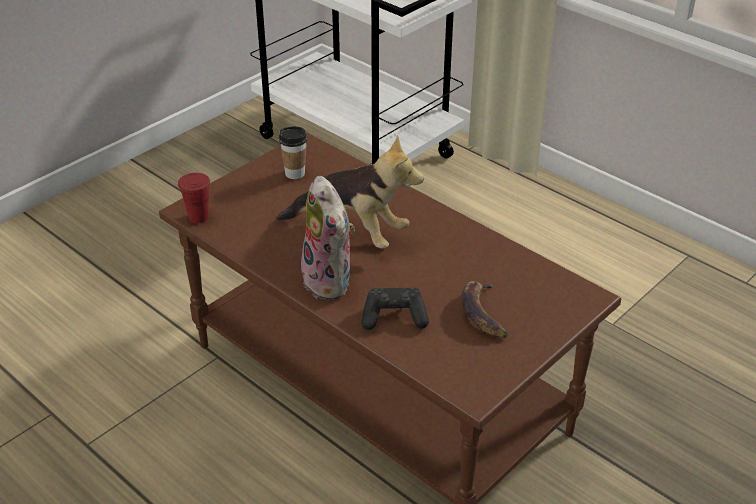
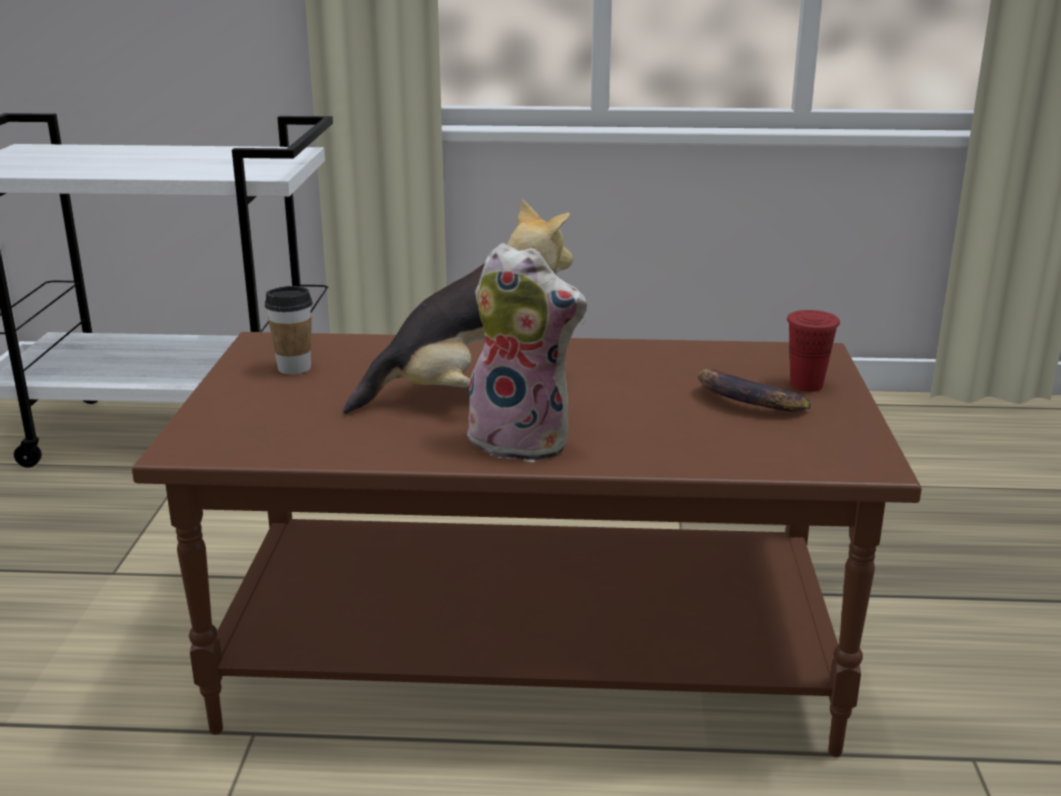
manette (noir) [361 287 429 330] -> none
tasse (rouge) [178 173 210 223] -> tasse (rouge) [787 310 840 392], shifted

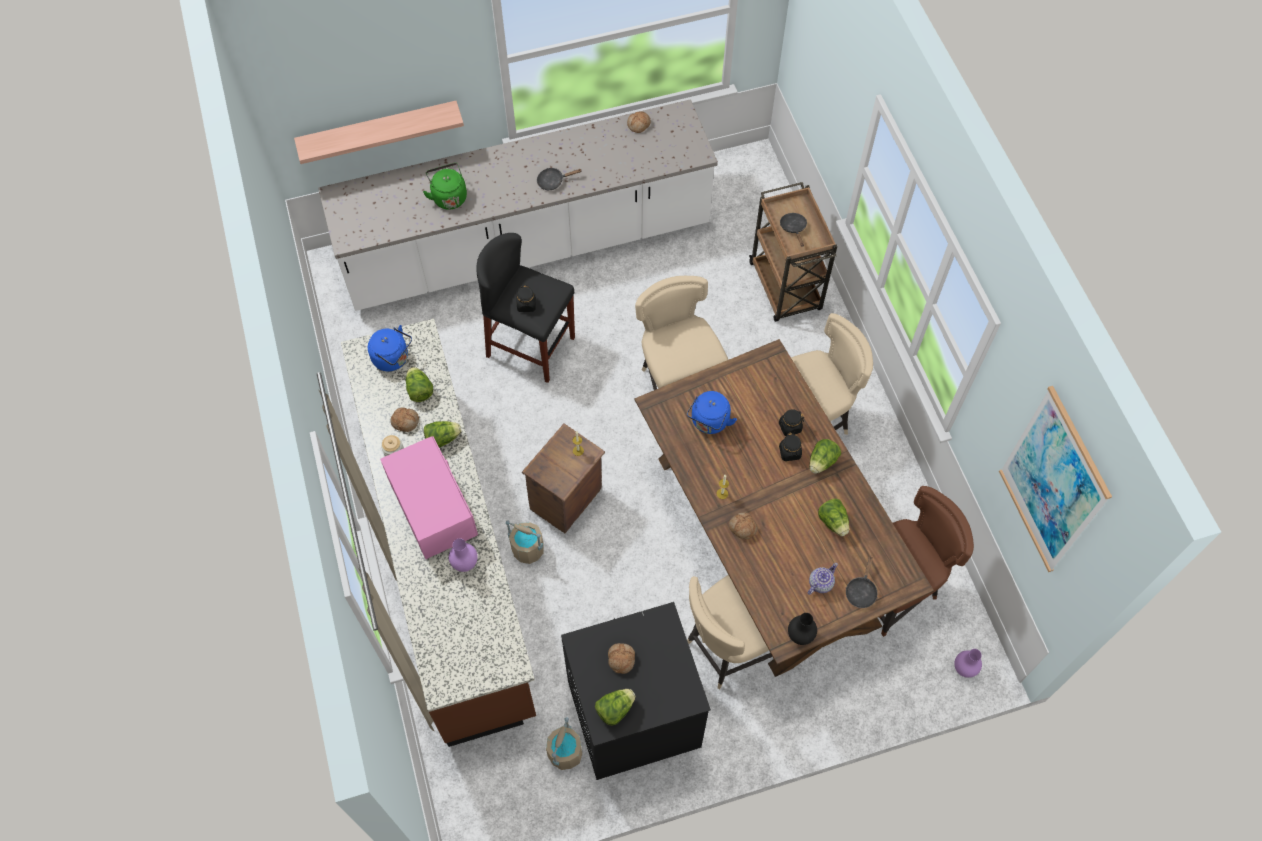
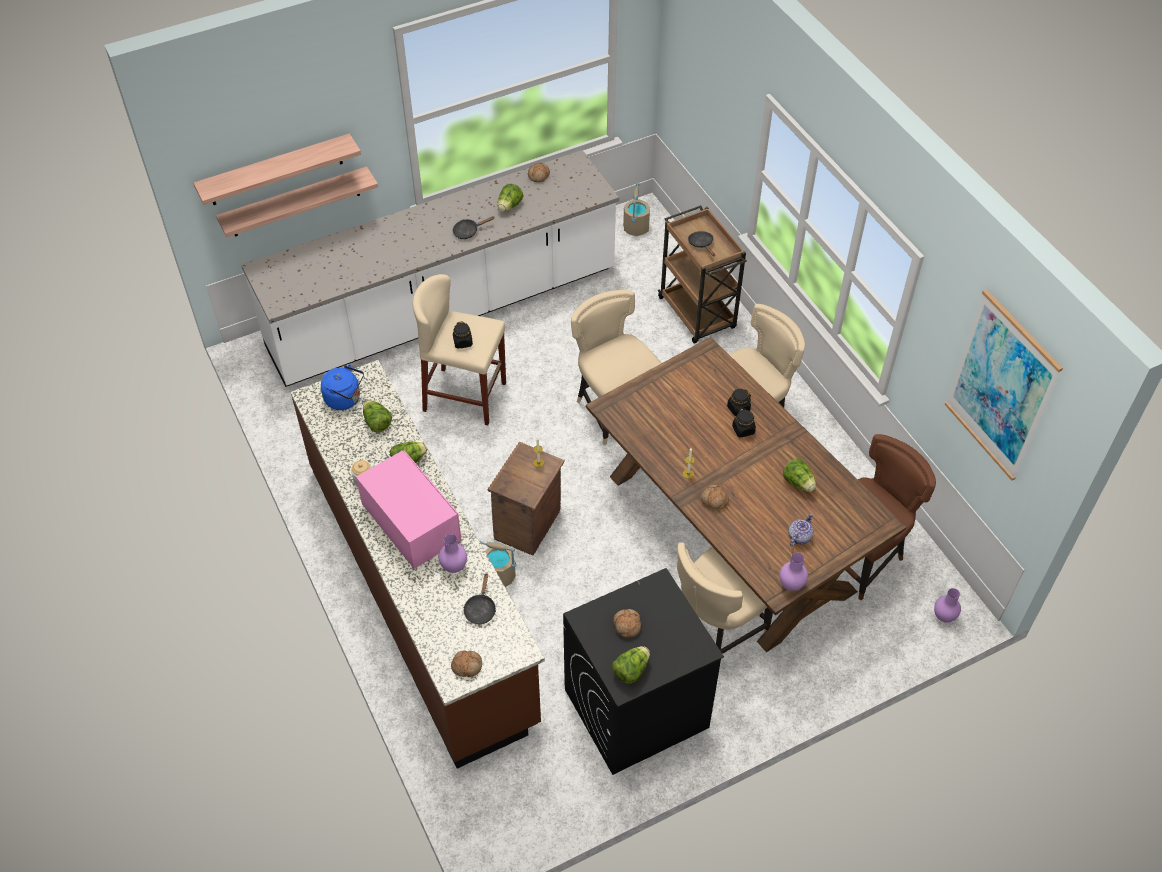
bouilloire (vert) [423 163 467 210] -> none
bouilloire (bleu) [687 391 737 434] -> none
none -> étagère [193 133 361 205]
pain [390 408 419 432] -> pain [451 650 482 677], shifted
seau (beige) [546 717 582 770] -> seau (beige) [623 182 650 236], shifted
laitue [809 439 841 474] -> laitue [498 184 523 212], shifted
poêle (noir) [846 556 878 608] -> poêle (noir) [463 573 496 625], shifted
tabouret (noir) [476 233 575 383] -> tabouret (beige) [413 274 506 425]
vase (noir) [788 613 817 645] -> vase (violet) [779 553 808 591]

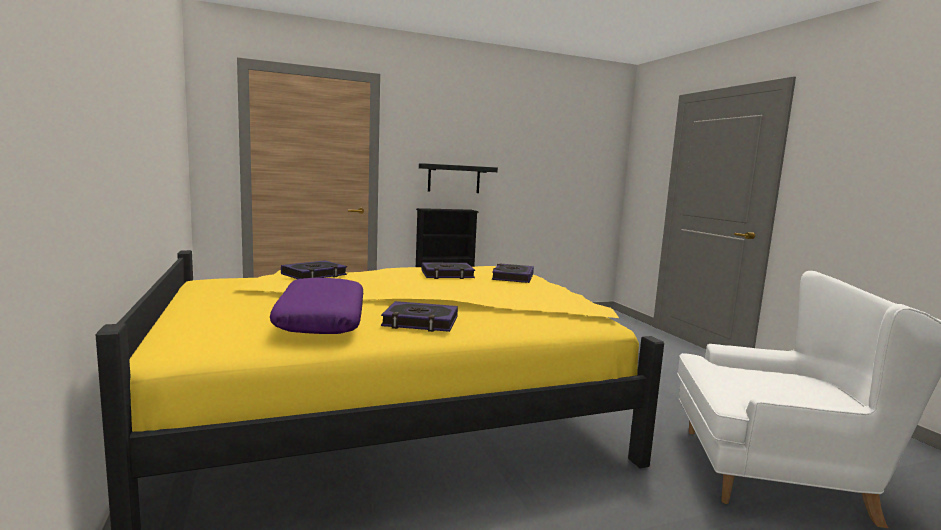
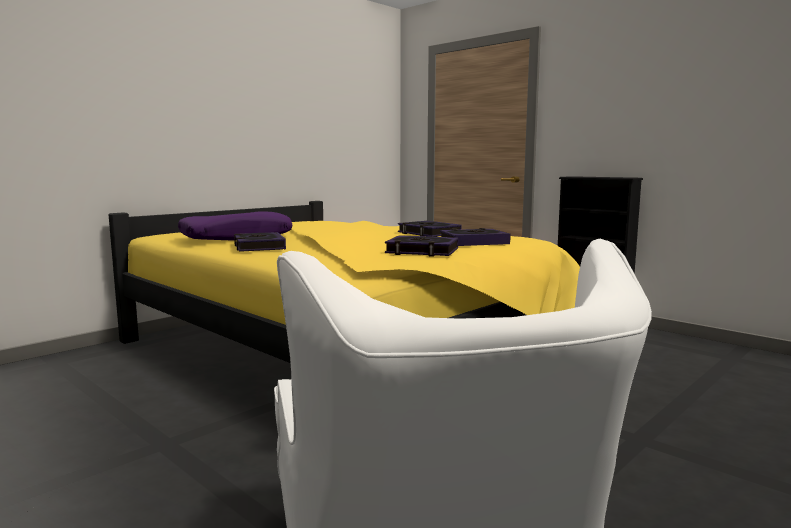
étagère (noir) [419 163 498 193] -> none
livre [281 260 347 279] -> livre [385 235 458 257], shifted

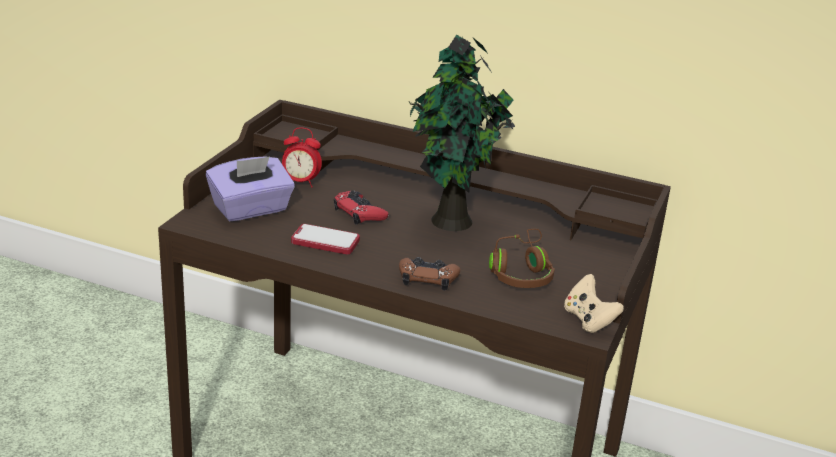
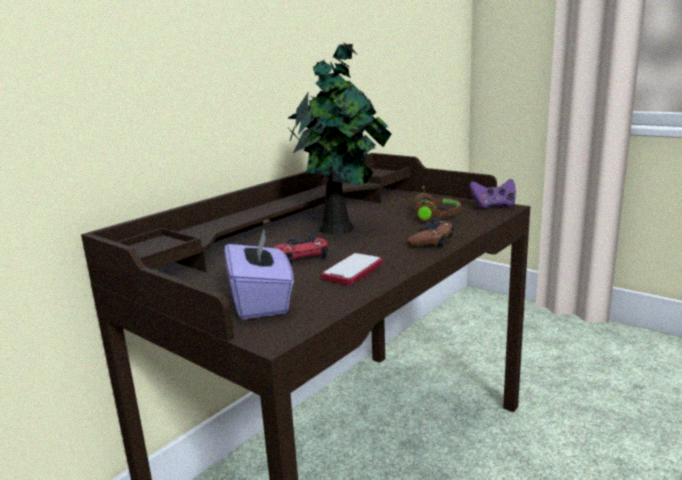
réveil [282 128 322 188] -> none
manette (beige) [564 274 624 333] -> manette (violet) [470 179 516 209]

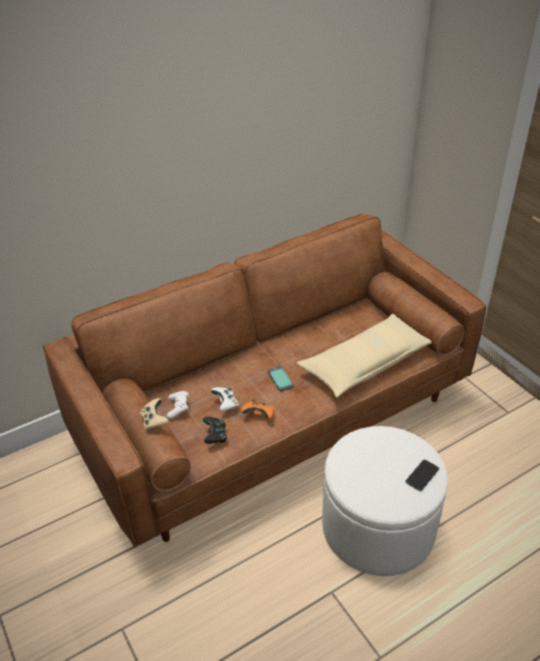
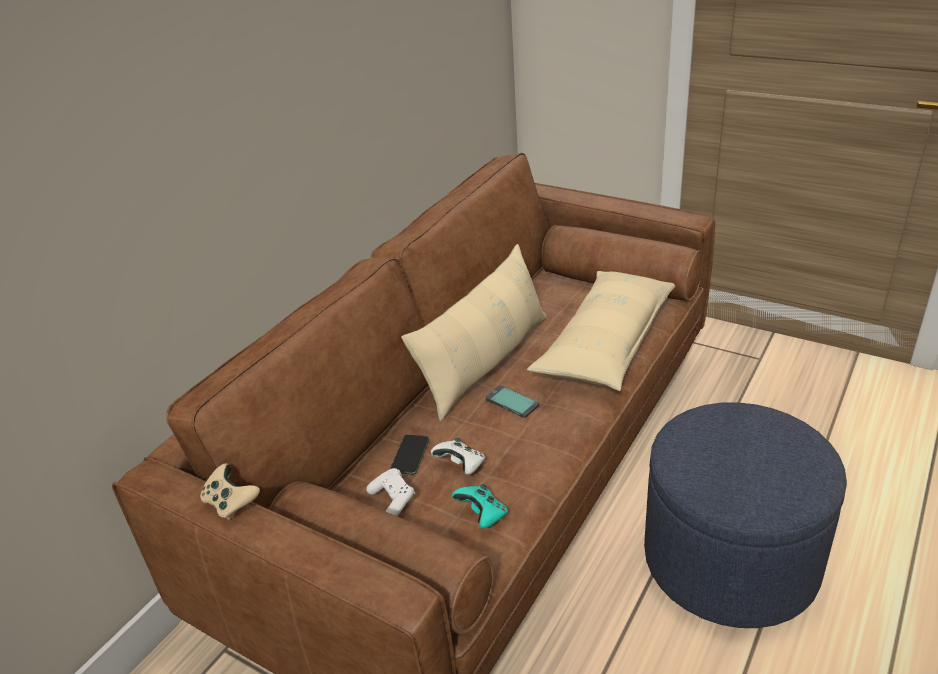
manette (orange) [241 399 274 419] -> none
none -> coussin (beige) [401 244 547 421]
manette (beige) [140 398 169 430] -> manette (beige) [200 463 260 520], shifted
téléphone [405 460 439 491] -> téléphone [390 434 429 475], shifted
manette (noir) [203 417 227 444] -> manette (turquoise) [452 484 508 528]
pouf (blanc) [322 426 448 576] -> pouf (bleu) [644 402 847 628]

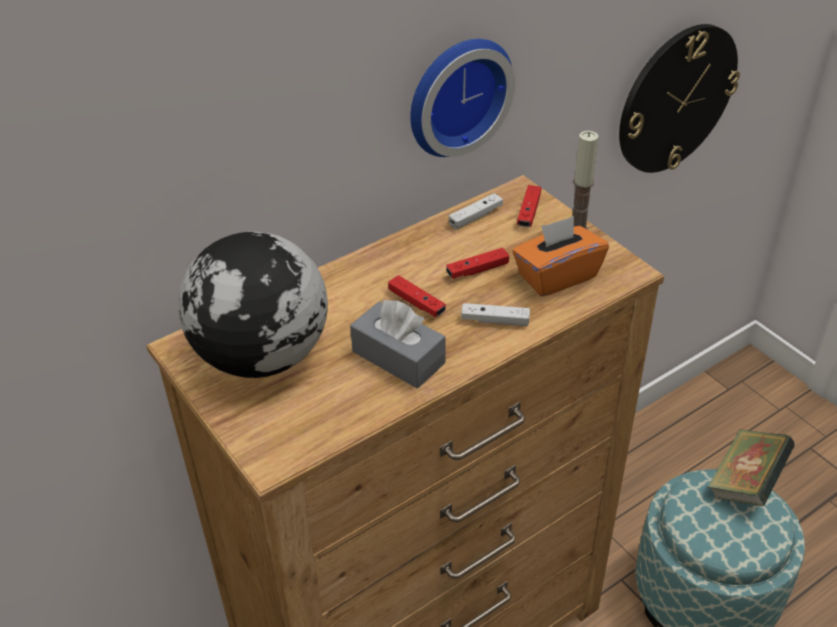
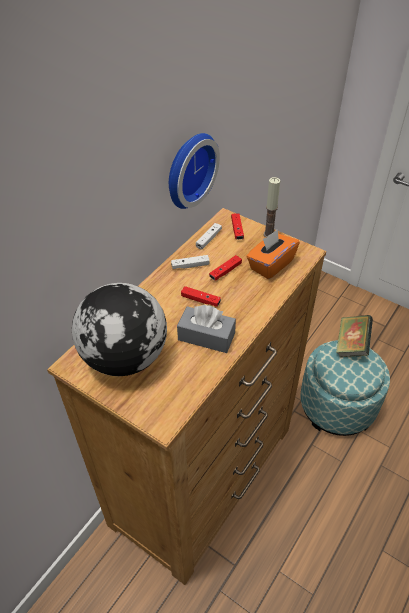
horloge murale [619 24 740 173] -> none
manette (blanc) [461 303 530 326] -> manette (blanc) [171 255 210 269], shifted

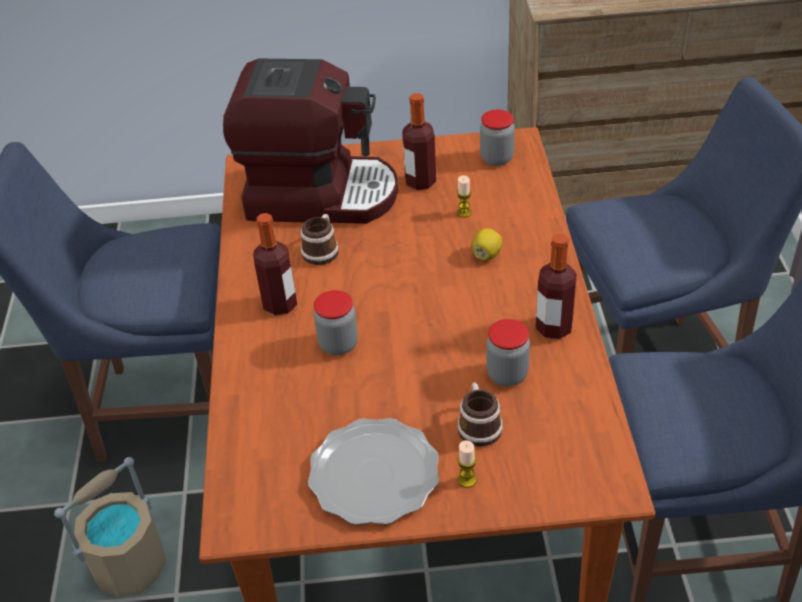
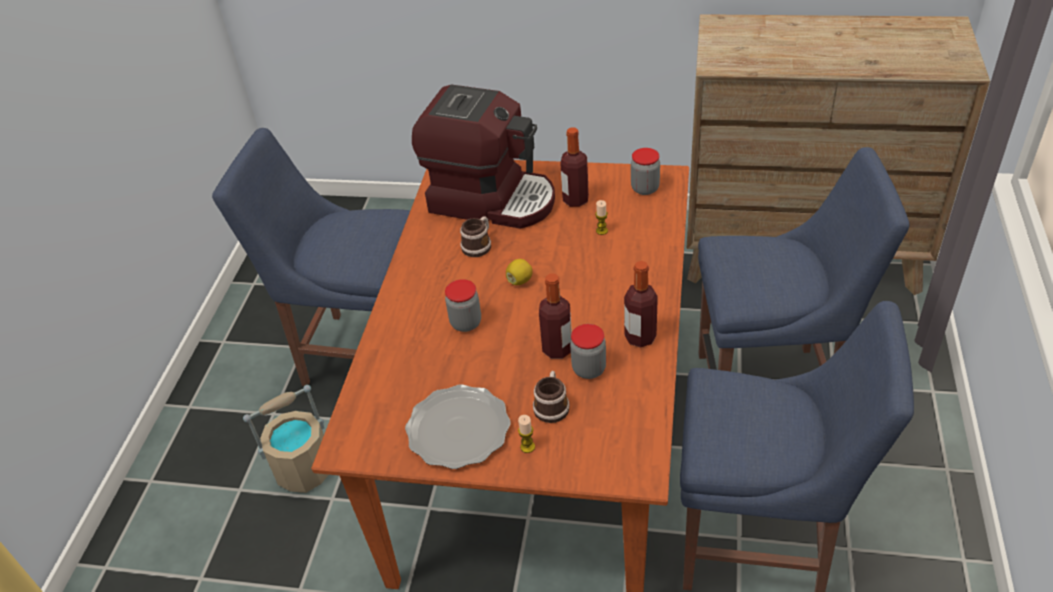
bouteille [253 213 297 316] -> bouteille [539 274 572 359], shifted
citron [471 228 503 261] -> citron [506 259 533 285], shifted

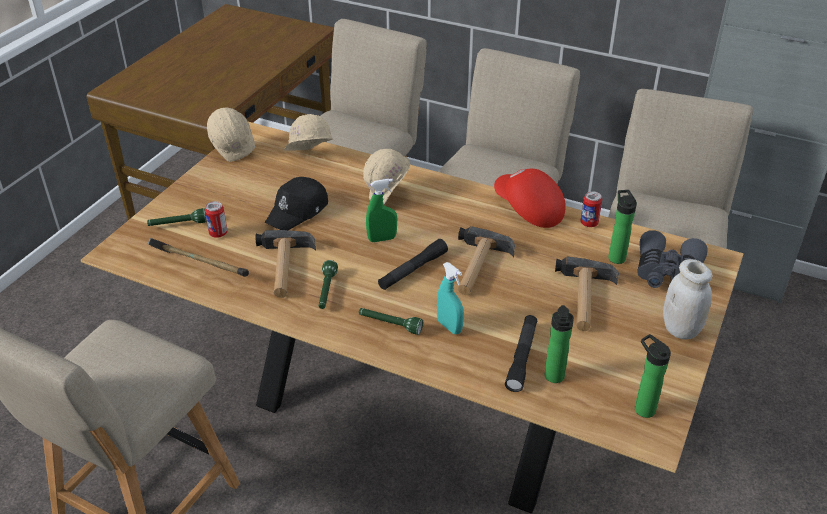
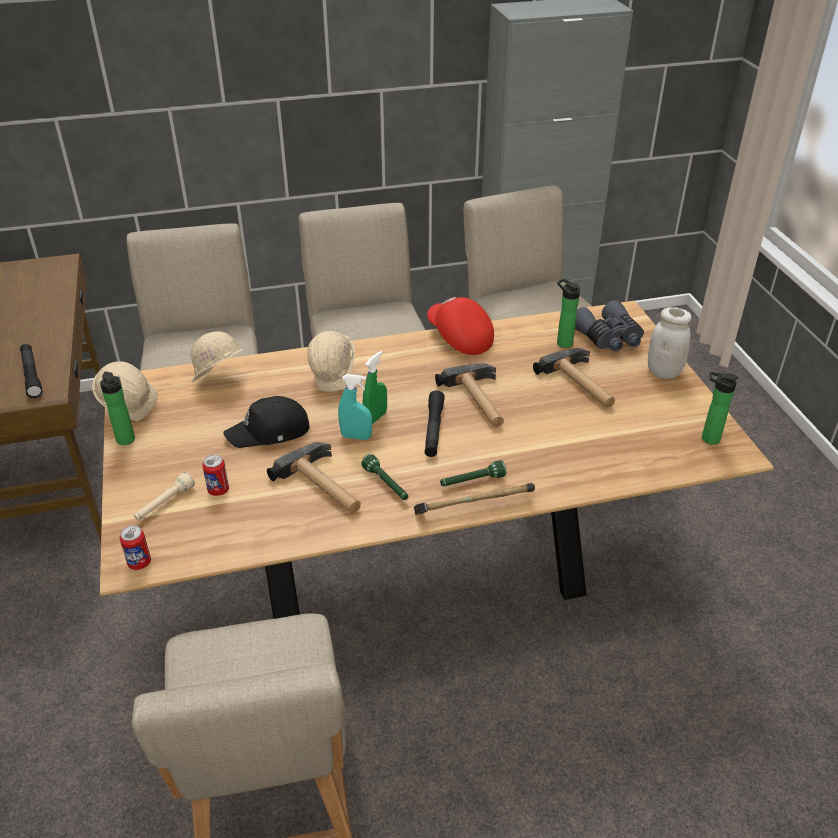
marteau [148 238 249 277] -> marteau [414 483 535 515], shifted
vaporisateur (turquoise) [437 262 464 334] -> vaporisateur (turquoise) [338 374 372 440], shifted
lampe de poche (noir) [505 315 537 392] -> lampe de poche (noir) [20 344 43 398], shifted
bouteille [545 305 574 383] -> bouteille [100 372 135 445], shifted
boîte métallique [580 191 602 227] -> boîte métallique [120 525 151 570], shifted
lampe de poche (vert) [147 208 207 226] -> lampe de poche (beige) [134 472 195 520]
casquette (noir) [265 177 328 230] -> casquette (noir) [223 396 310 448], 75 degrees clockwise
casquette (rouge) [494 169 566 228] -> casquette (rouge) [427 297 494 355], 45 degrees clockwise

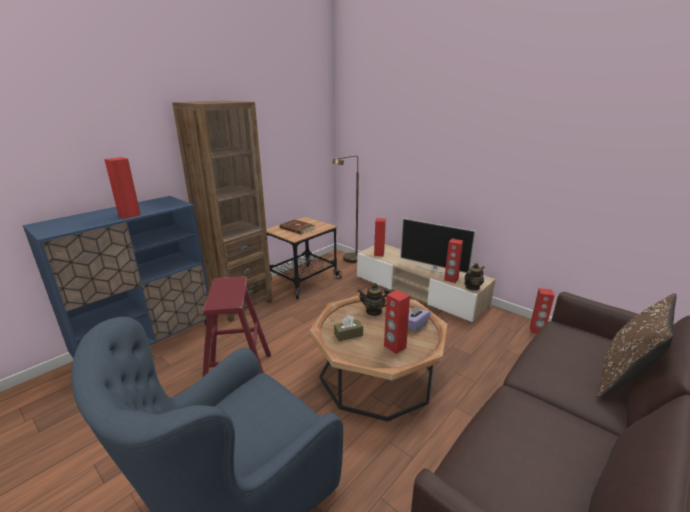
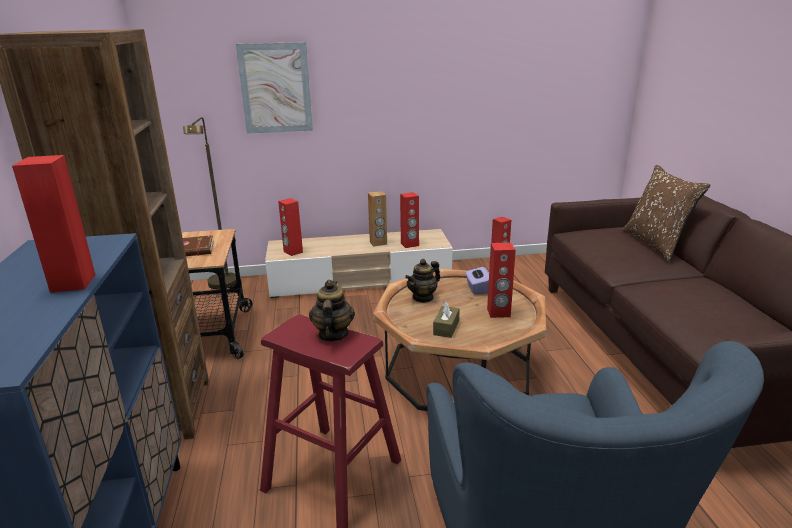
none -> tableau [236 42 313 134]
théière [464 263 485 290] -> théière [309 280 355 342], shifted
téléviseur [400 218 476 273] -> enceinte (marron) [368 191 387 247]

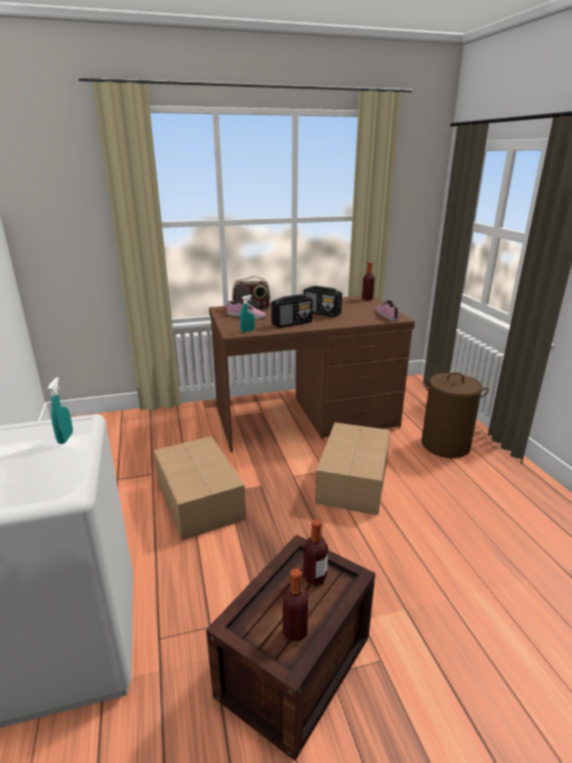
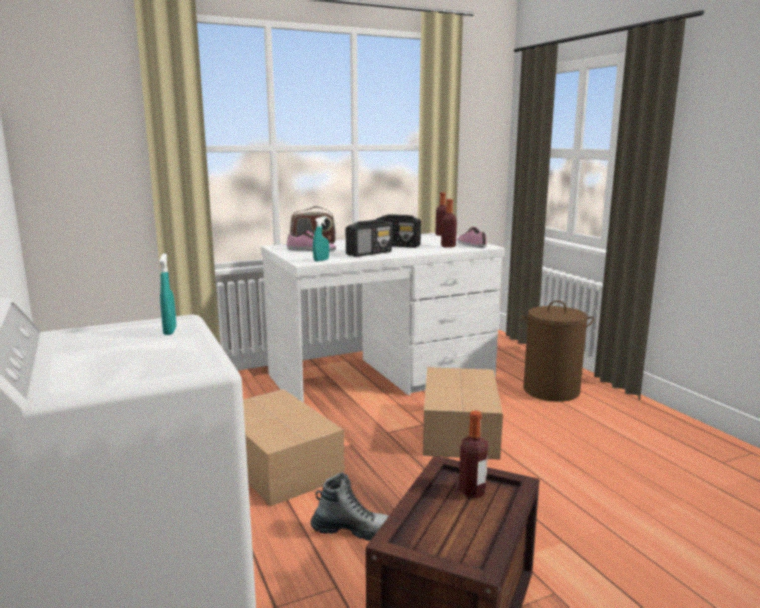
none -> botte [311 472 389 541]
bouteille [283 568 308 642] -> bouteille [441 199 457 248], shifted
bureau (marron) [209 296 415 453] -> bureau (blanc) [261 233 505 403]

